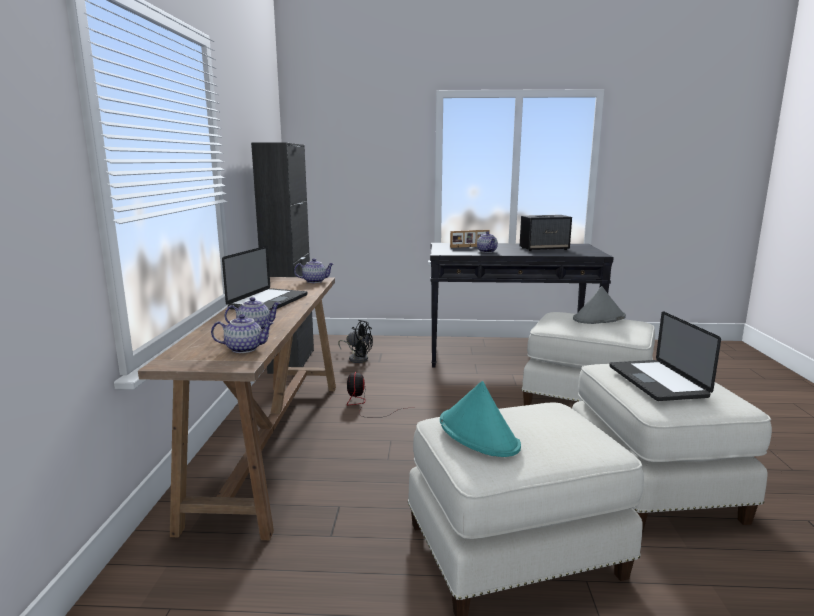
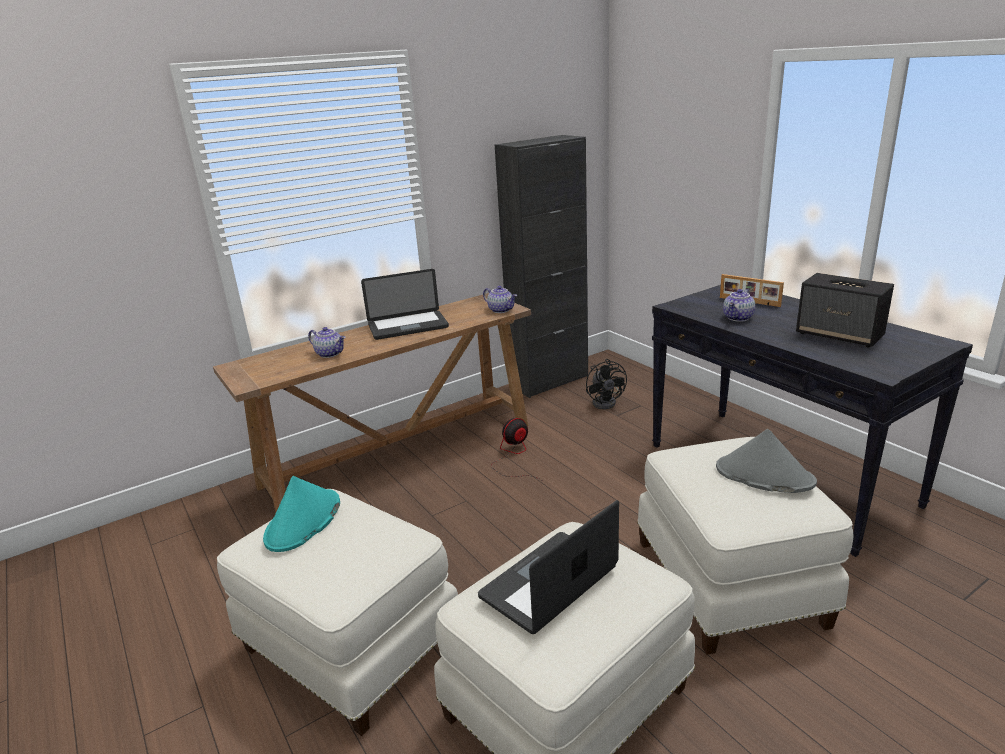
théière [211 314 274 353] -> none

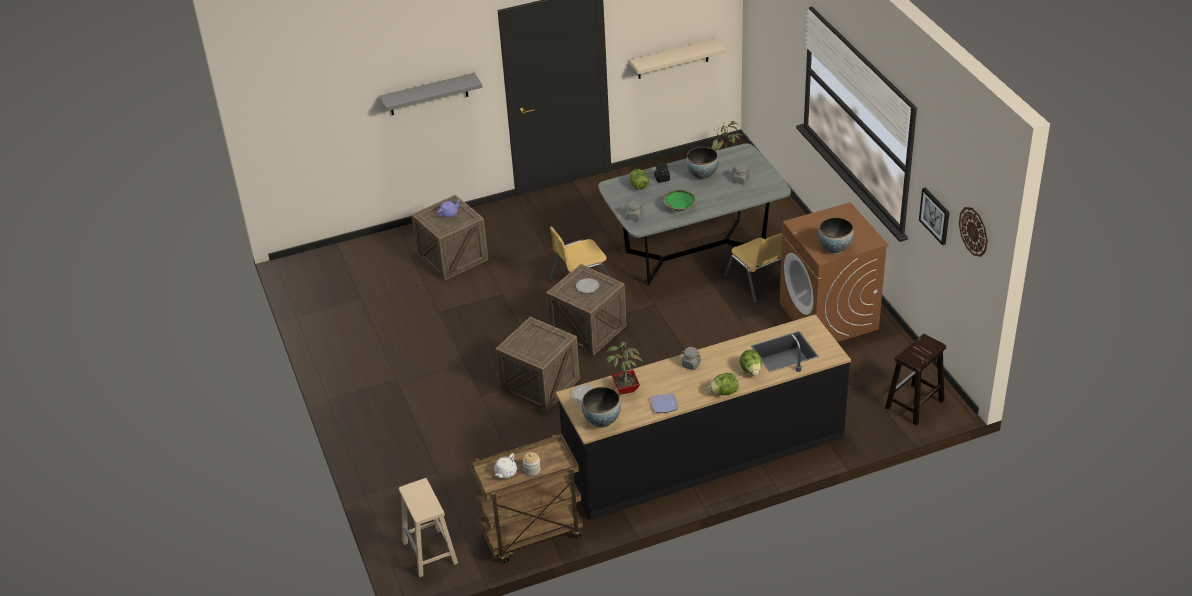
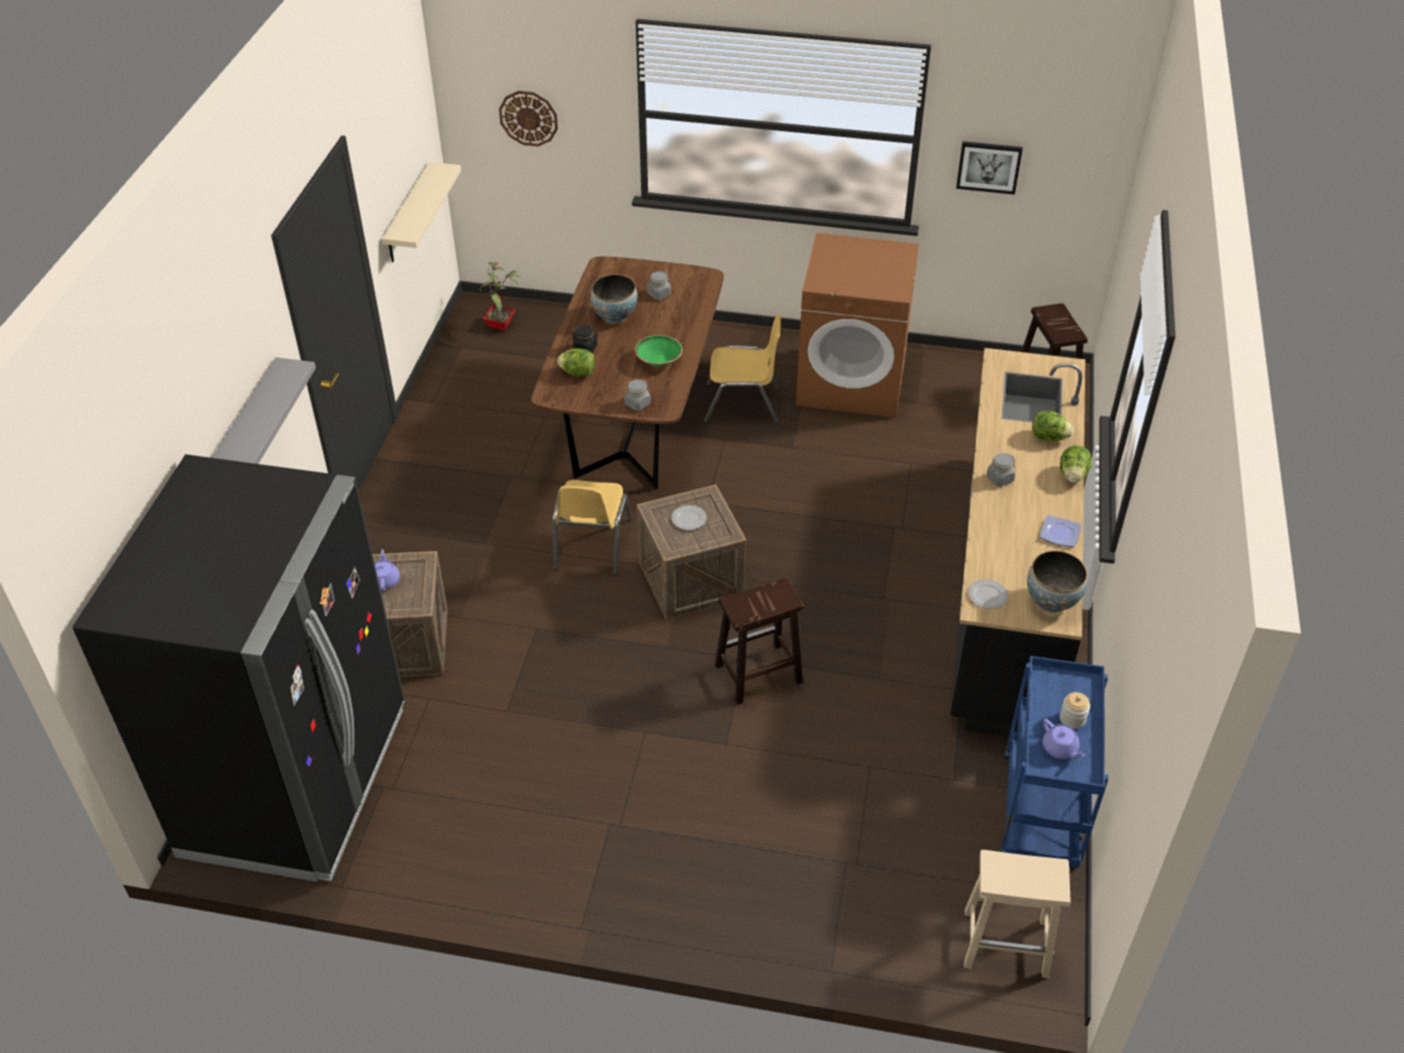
plante en pot [605 336 643 395] -> none
bol [818 217 854 254] -> none
none -> réfrigérateur (noir) [72 454 405 882]
horloge murale [959 207 988 257] -> horloge murale [499 91 558 147], shifted
caisse [496 317 580 413] -> tabouret (marron) [715 578 804 705]
chariot (marron) [470 434 583 563] -> chariot (bleu) [1001 656 1108 868]
théière (blanc) [494 453 517 478] -> théière (violet) [1043 719 1085 759]
table à manger (gris) [598 143 791 285] -> table à manger (marron) [531 256 724 489]

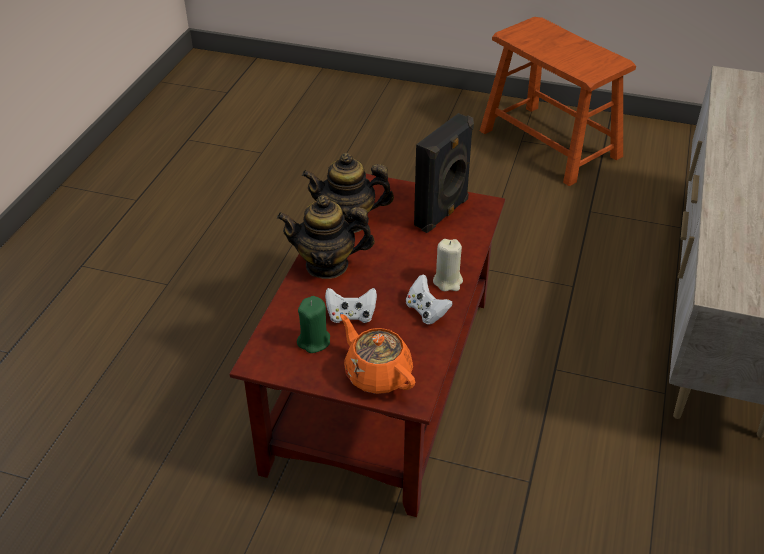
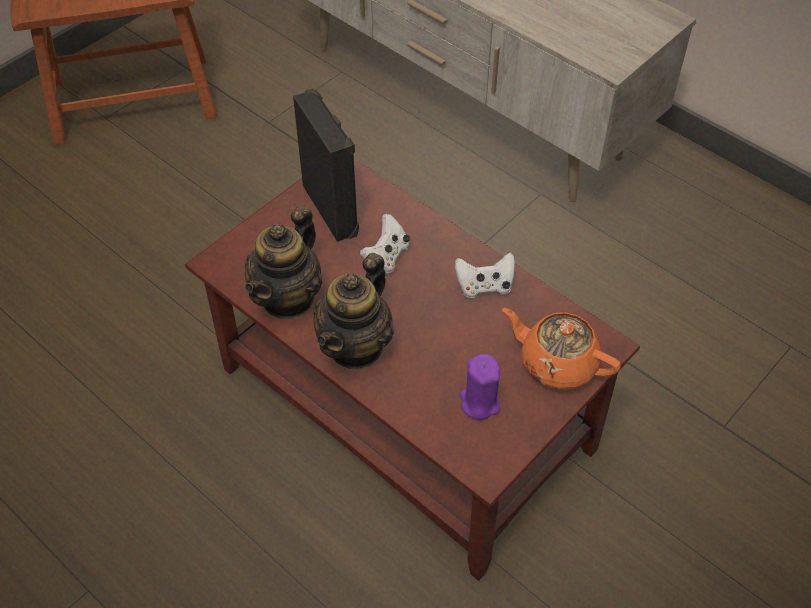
bougie (beige) [433 239 463 291] -> none
manette (blanc) [325 288 377 323] -> manette (blanc) [360 214 410 273], shifted
bougie (vert) [297 296 330 353] -> bougie (violet) [459 354 500 420]
théière (orange) [340 314 415 394] -> théière (orange) [502 308 621 390], 45 degrees clockwise

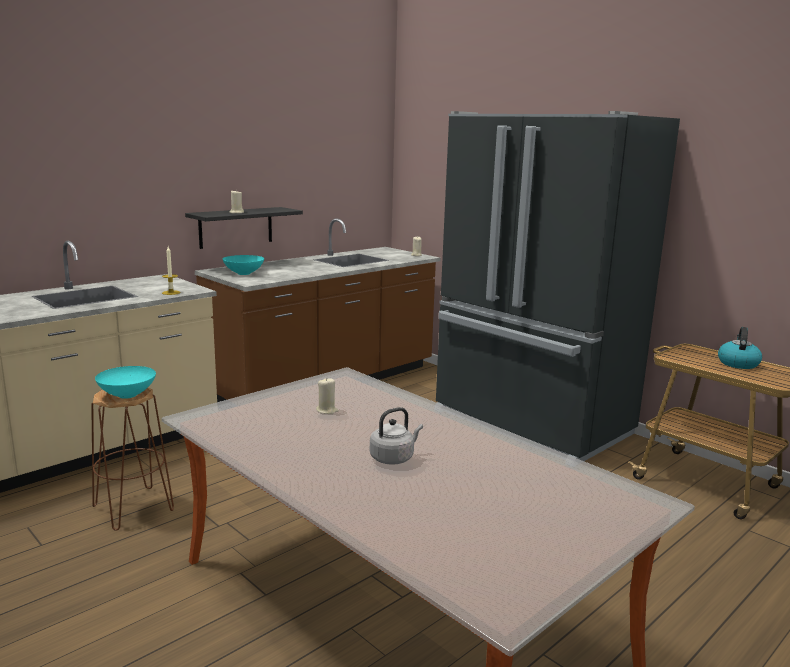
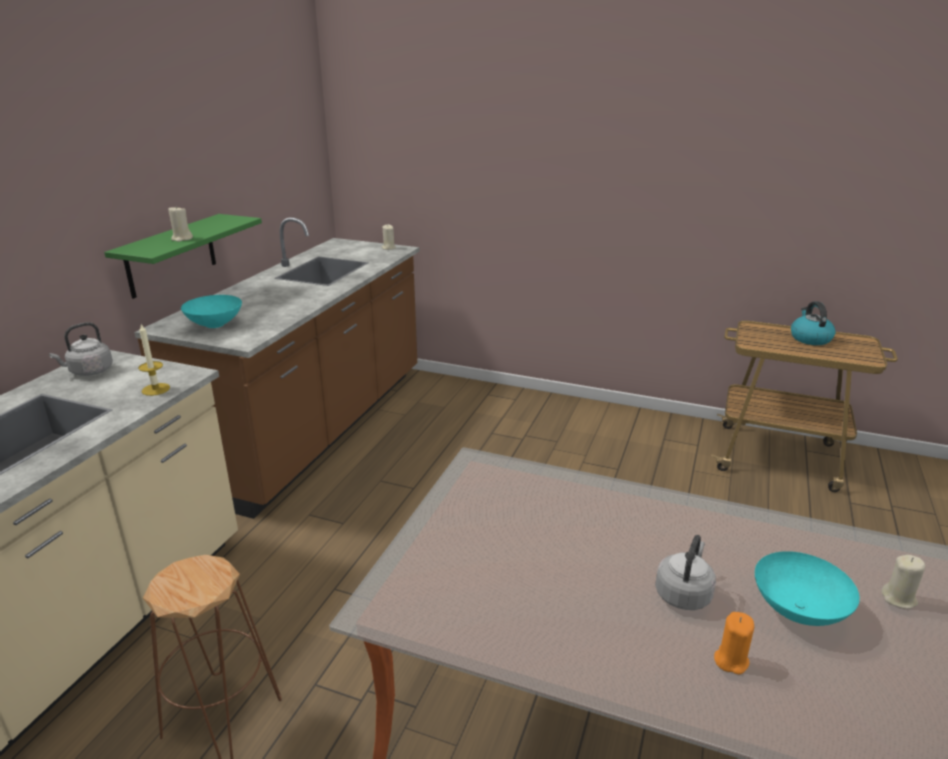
réfrigérateur (noir) [436 111 680 461] -> none
none -> bouilloire (gris) [49 322 113 376]
none -> bougie (orange) [714 612 754 674]
bol (turquoise) [95 366 156 399] -> bol (turquoise) [755 551 860 626], shifted
bougie (beige) [316 378 339 414] -> bougie (beige) [881 555 925 609], shifted
étagère (noir) [185 207 303 249] -> étagère (vert) [104 214 262 299]

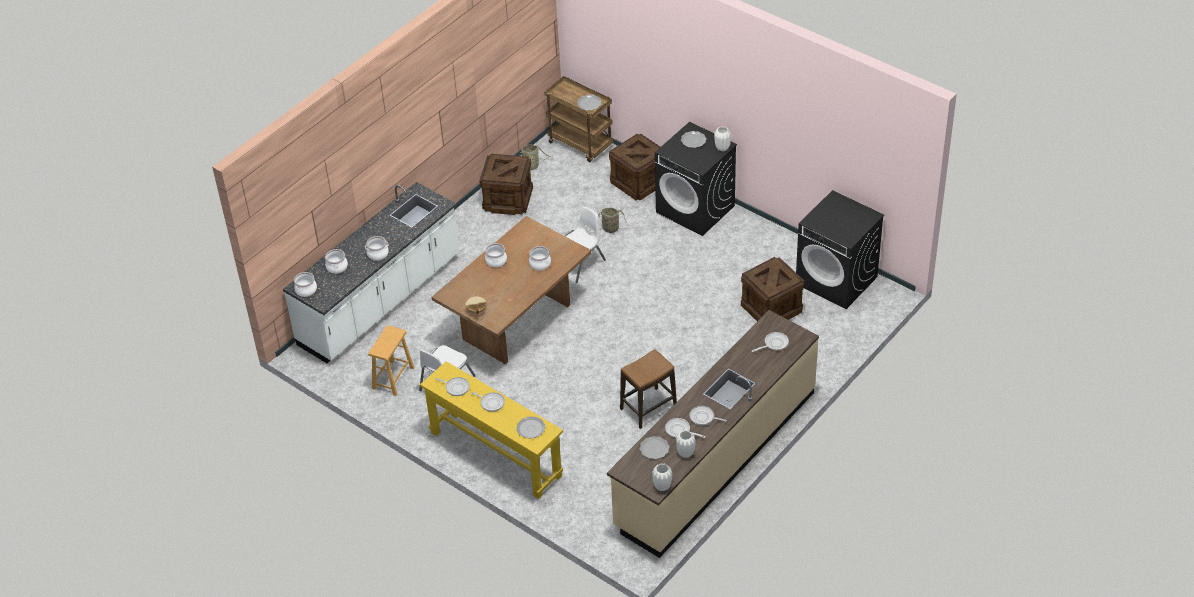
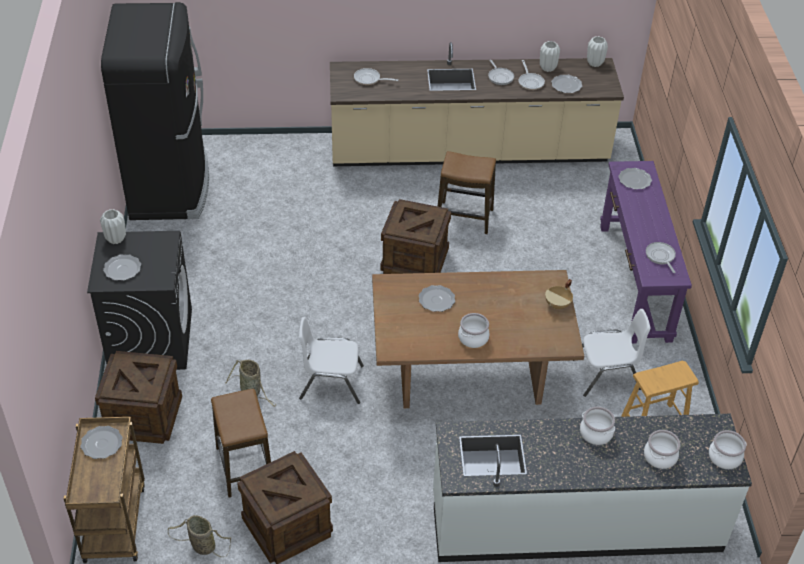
poêle [471 392 505 412] -> none
none -> tabouret [211 388 271 498]
caisse [741 257 804 321] -> caisse [380 199 451 274], shifted
marmite [529 246 551 270] -> assiette [419 285 455 312]
lave-linge (noir) [796 190 884 309] -> réfrigérateur (noir) [101 2 209 220]
table console (jaune) [420 361 563 499] -> table console (violet) [600 161 692 344]

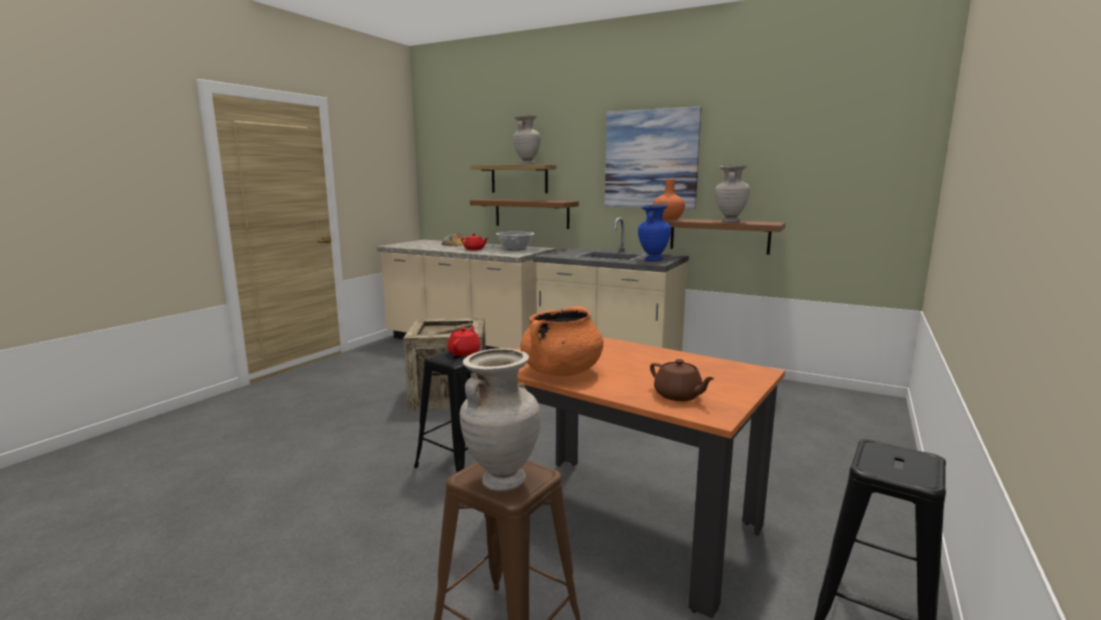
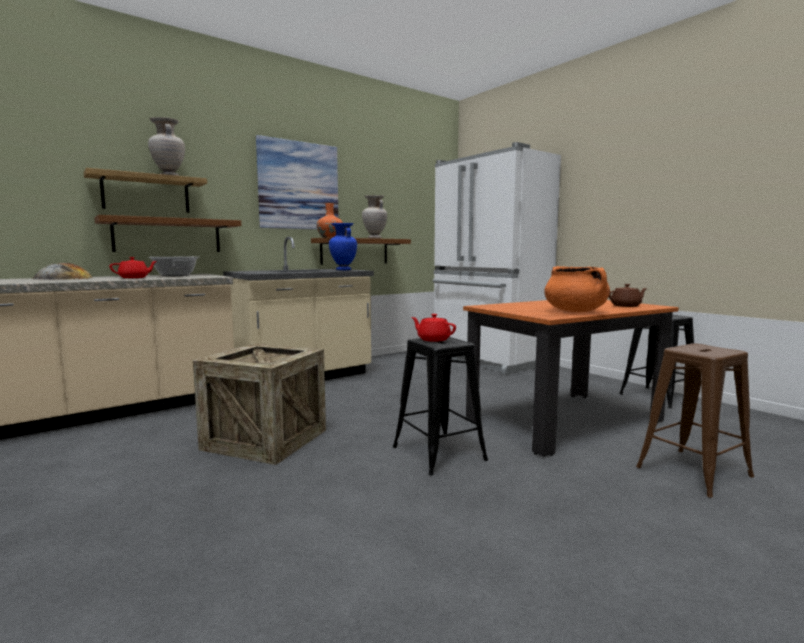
vase (beige) [460 348 541 491] -> none
none -> réfrigérateur (blanc) [433 142 561 375]

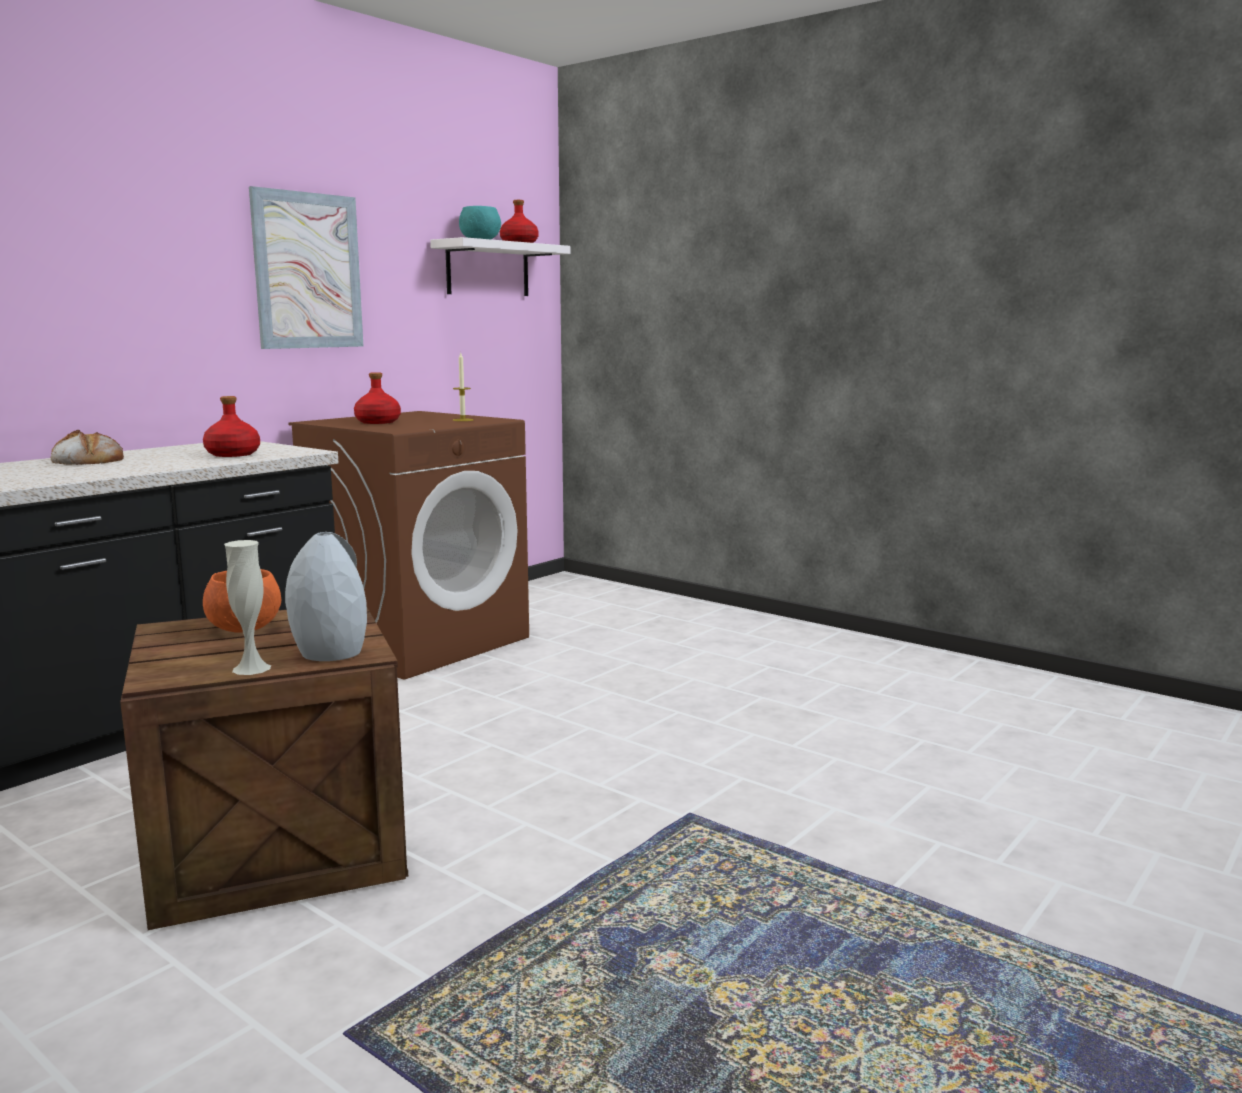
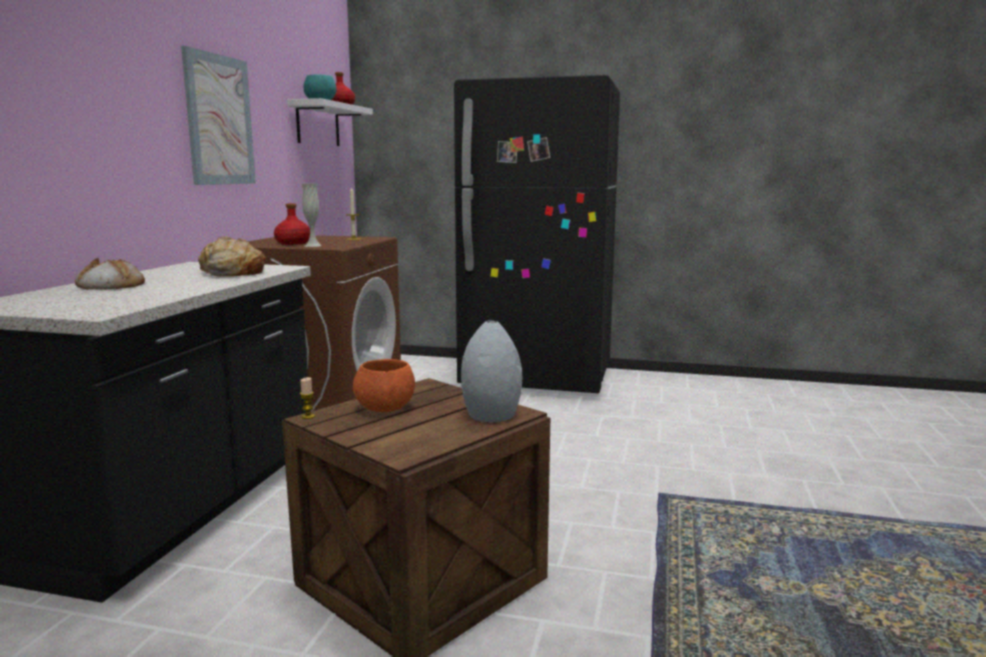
none -> bougie [300 377 315 419]
none -> réfrigérateur (noir) [454 75 620 393]
vase (blanc) [224 540 271 675] -> vase (blanc) [302 183 322 247], shifted
bouteille (rouge) [203 396 260 457] -> pain [198 236 266 277]

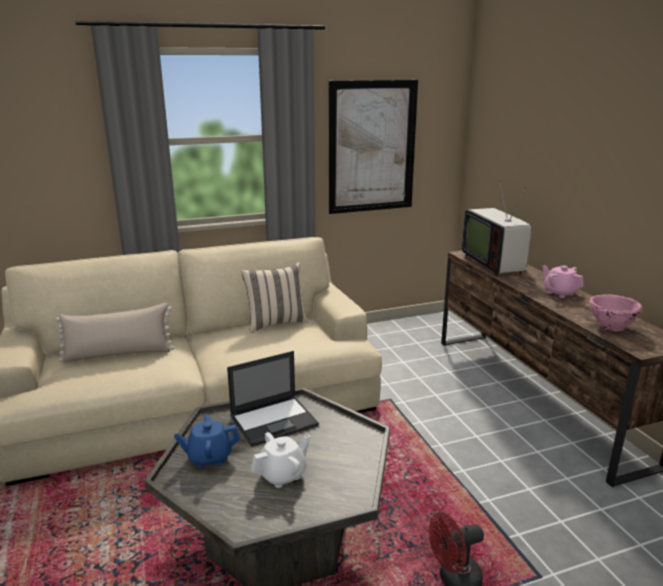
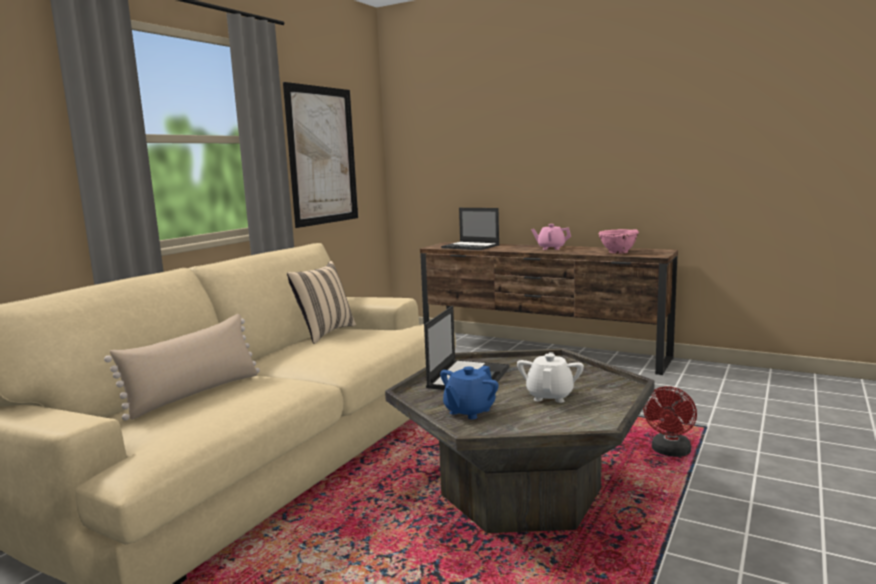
téléviseur [462 181 532 276] -> ordinateur portable [441 208 500 250]

